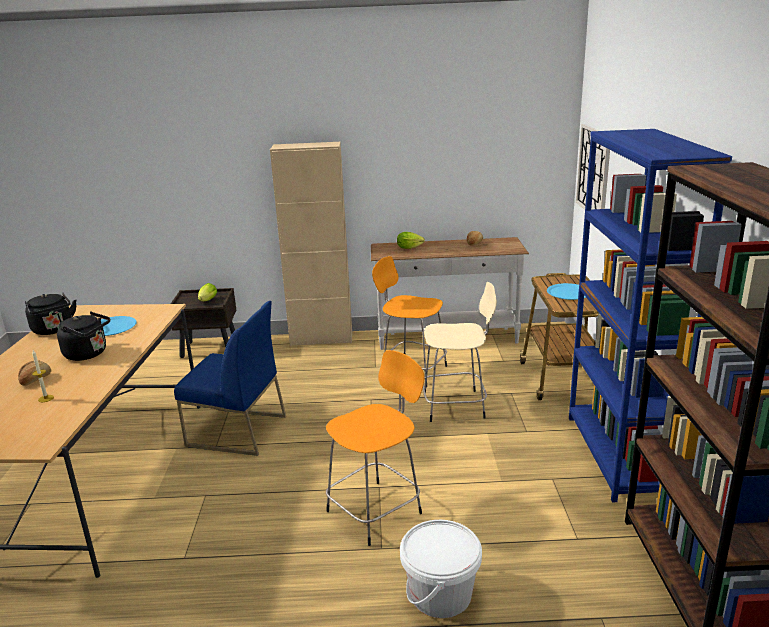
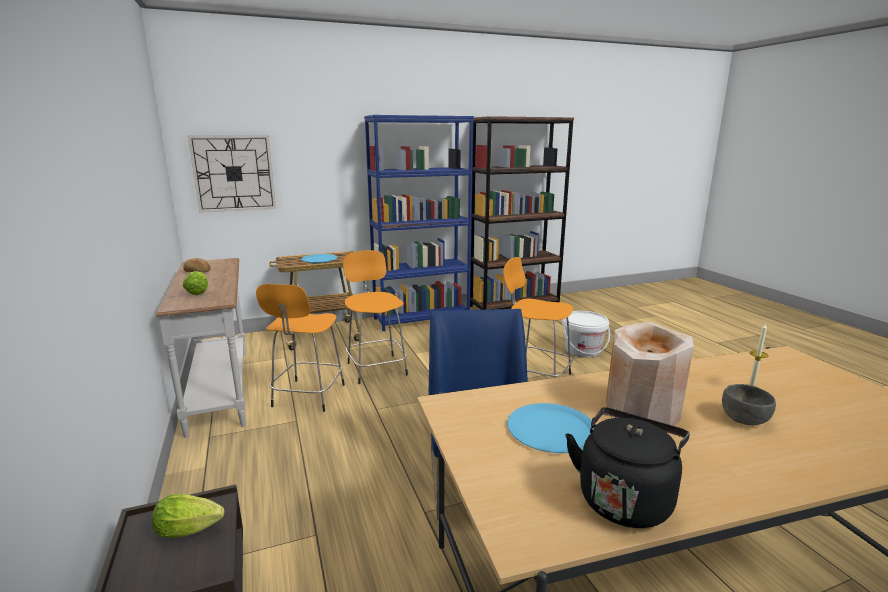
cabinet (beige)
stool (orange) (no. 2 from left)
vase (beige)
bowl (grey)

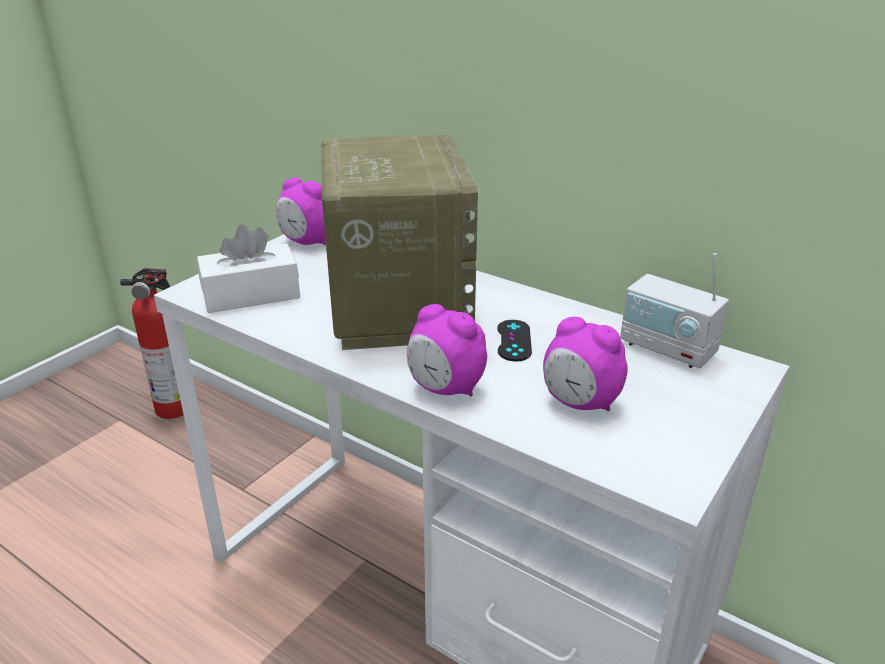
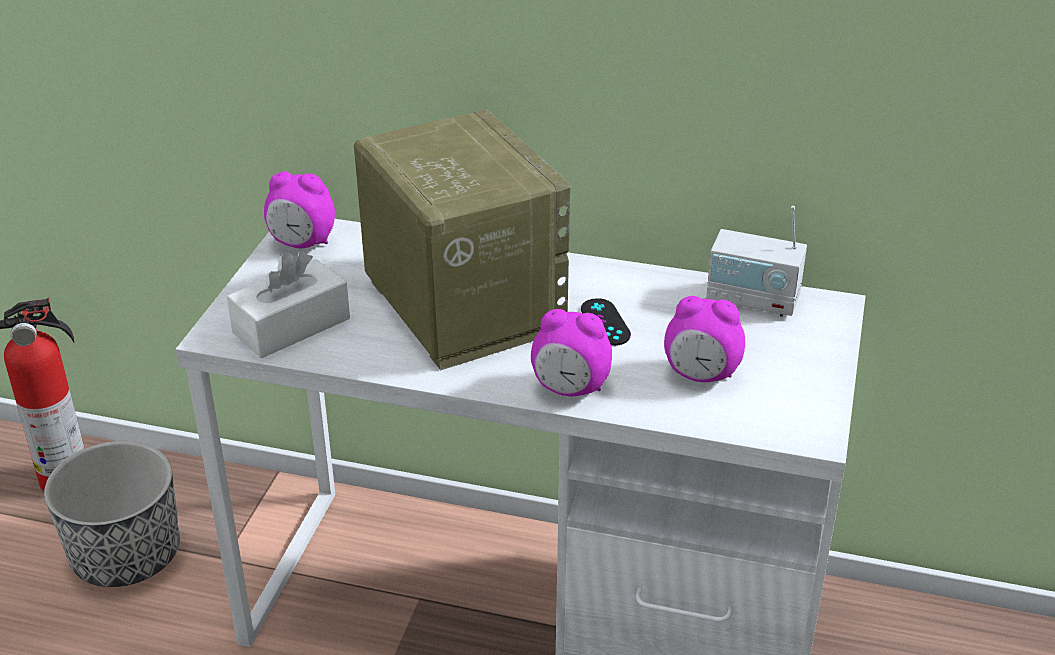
planter

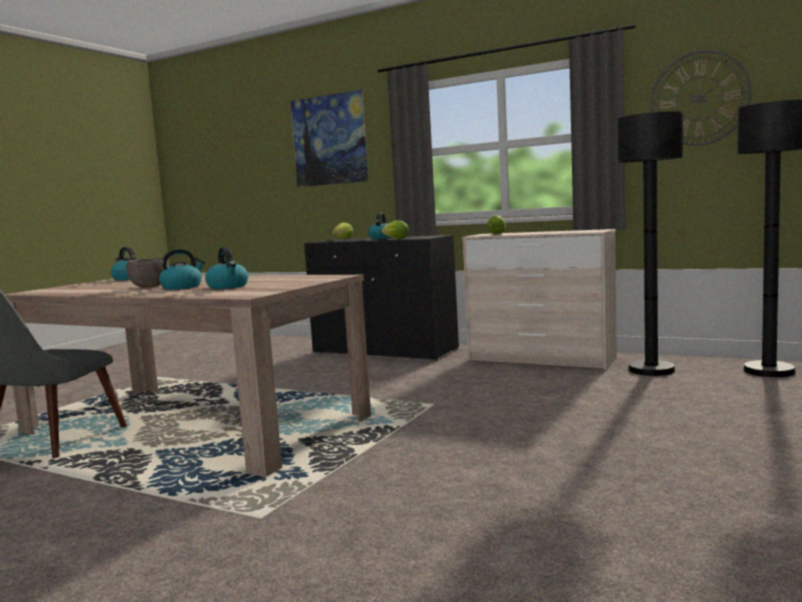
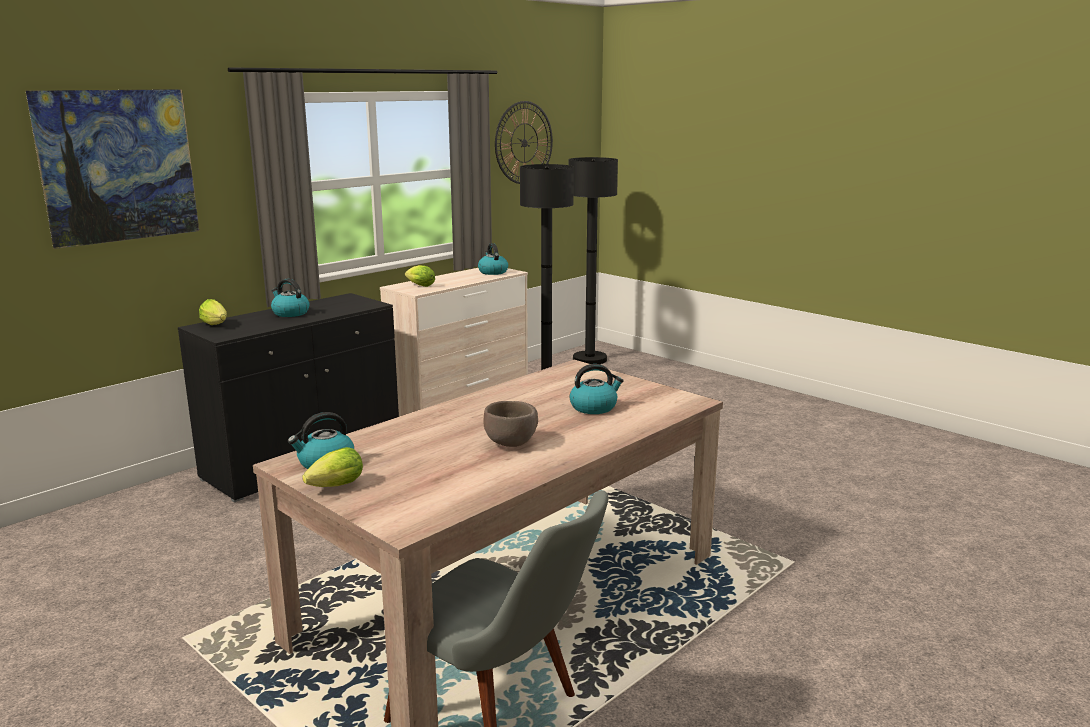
lettuce (no. 2 from left)
kettle (no. 3 from left)

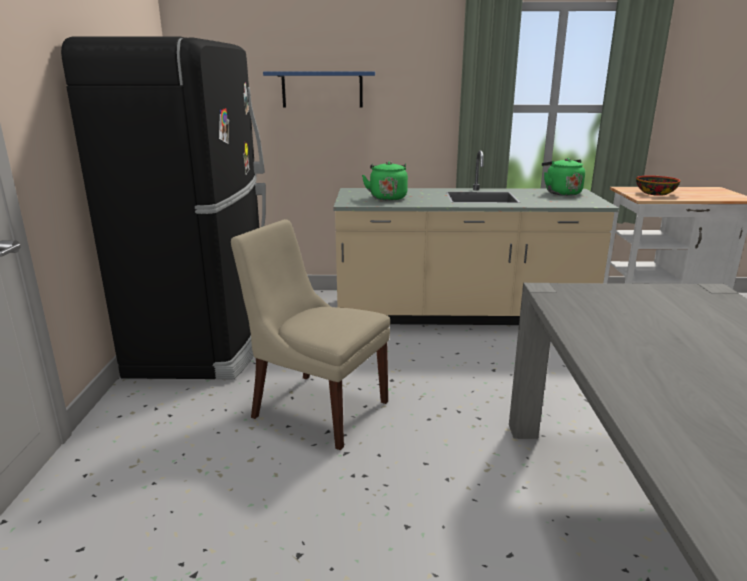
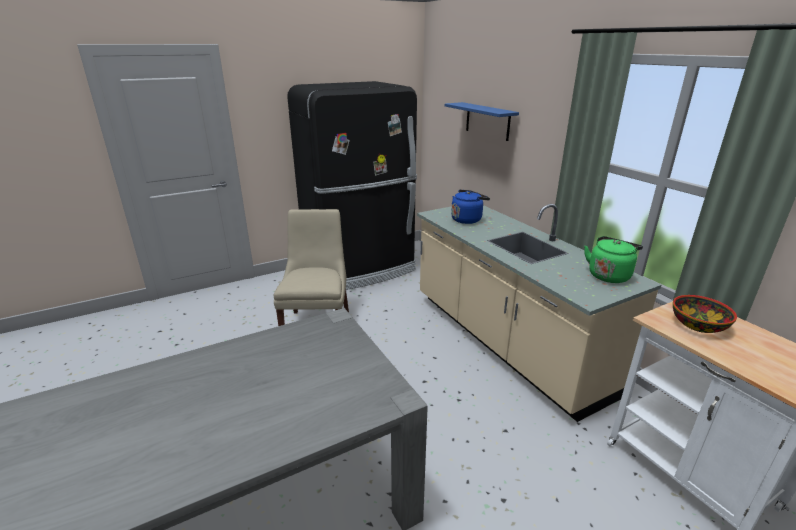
kettle (blue)

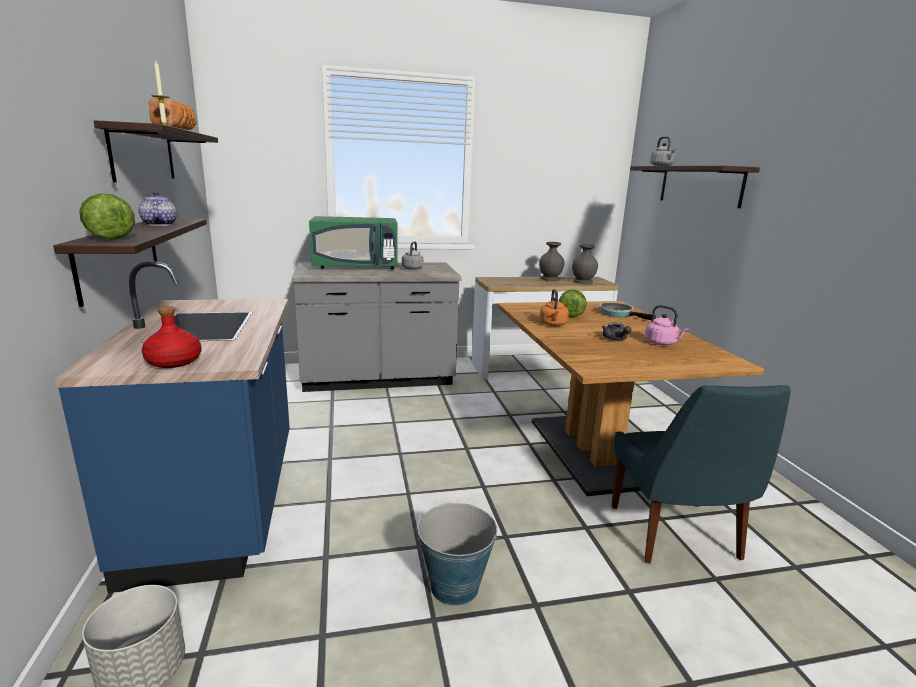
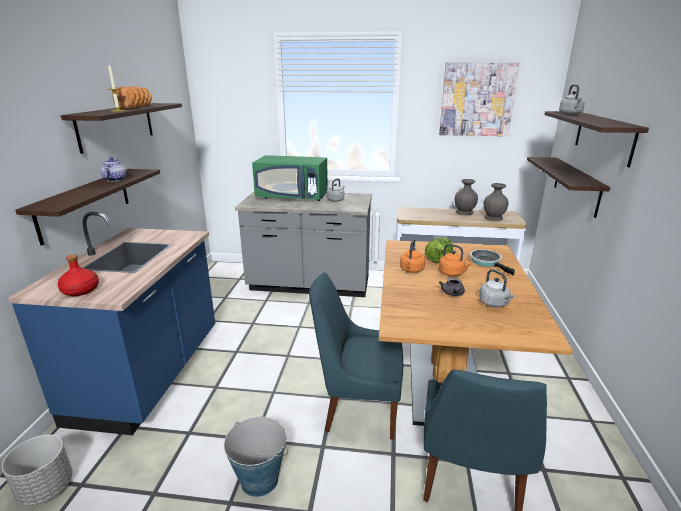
lettuce (no. 1 from left in the first image)
kettle (grey) (no. 2 from left)
picture
shelf (no. 3 from left)
kettle (orange) (no. 2 from left)
chair (blue) (no. 1 from left)

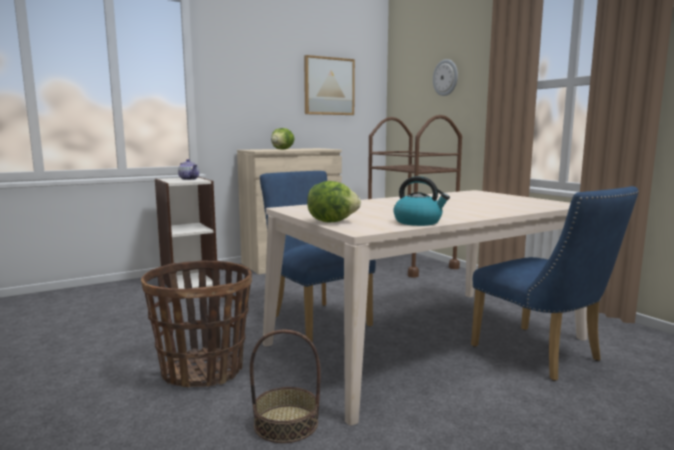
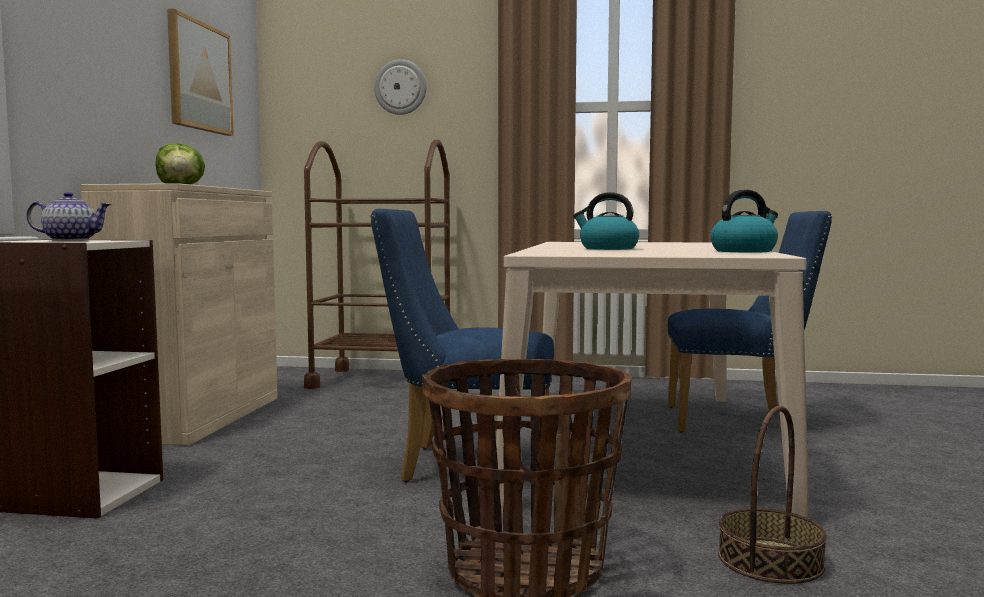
lettuce (no. 2 from left in the first image)
kettle (no. 1 from left)

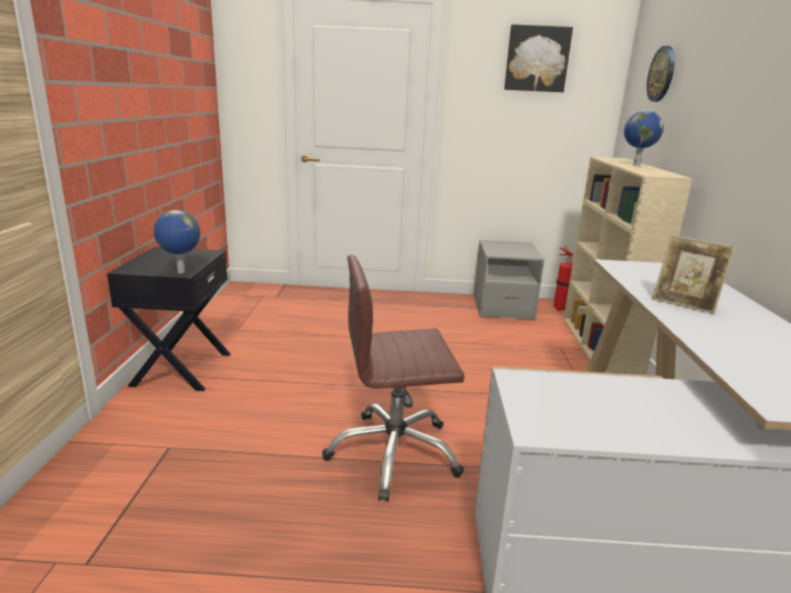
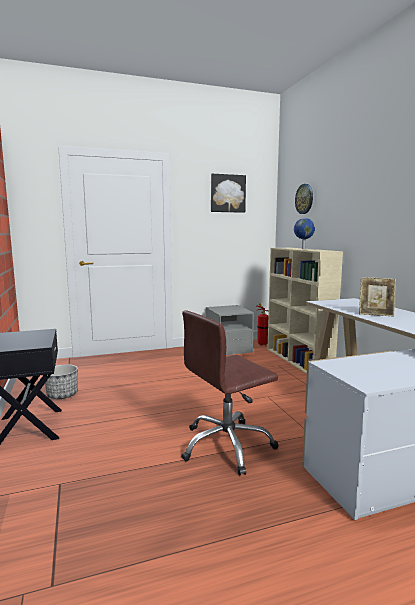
globe (no. 1 from left in the first image)
planter

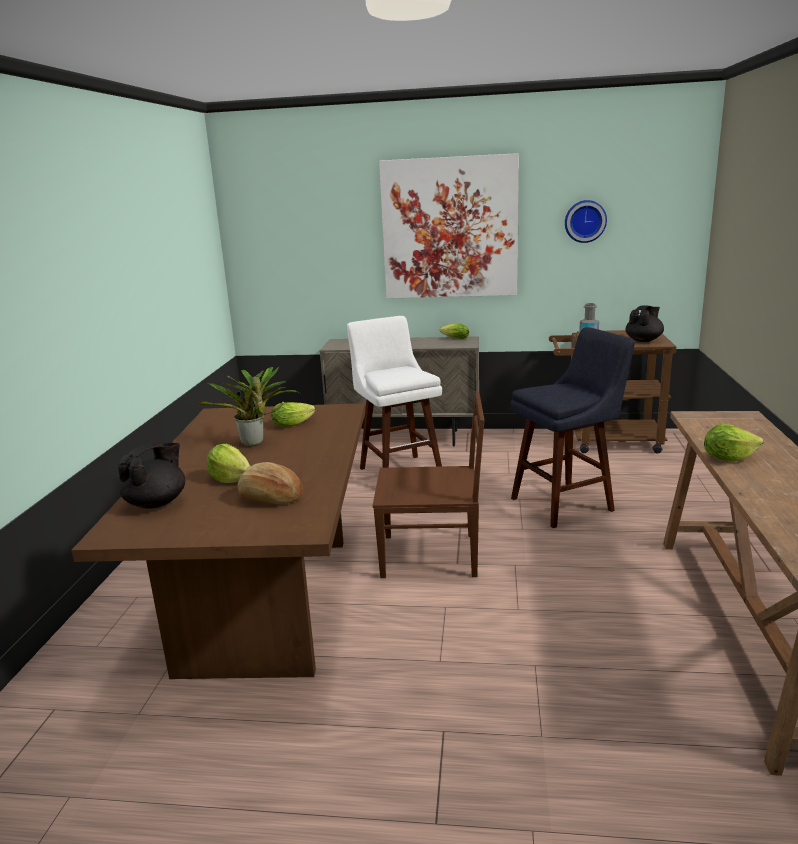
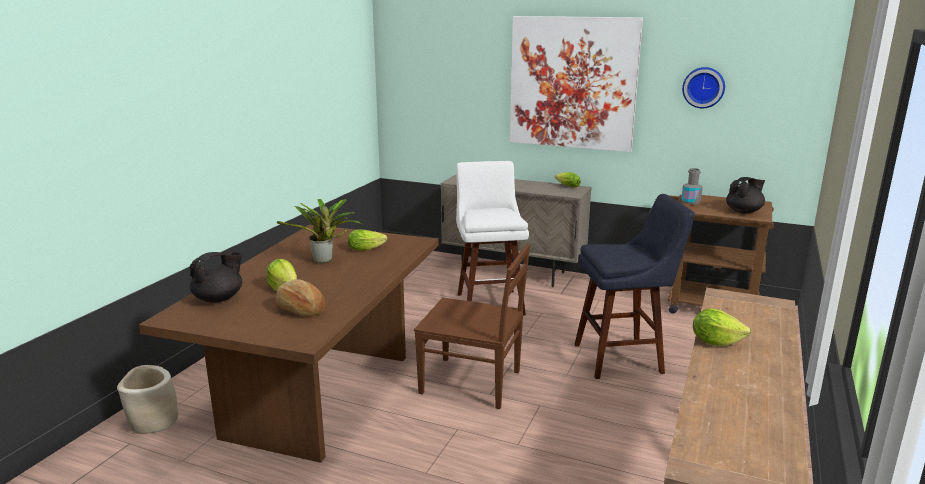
planter (beige)

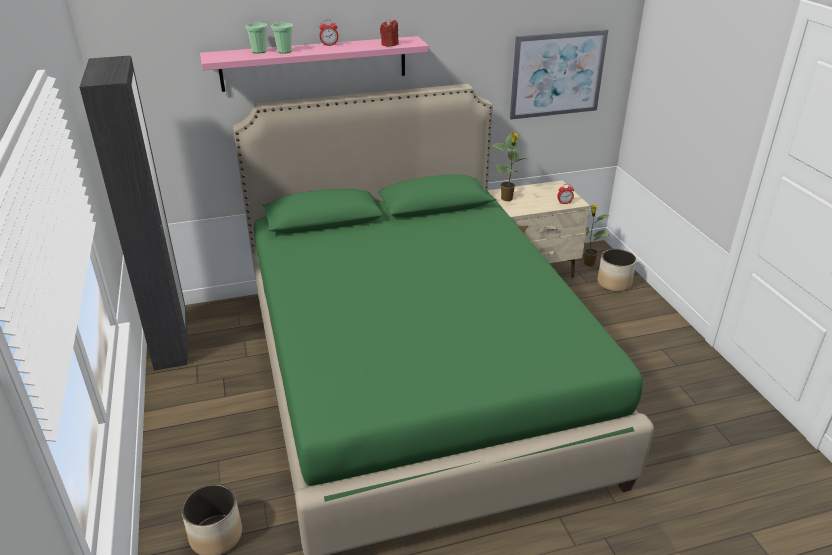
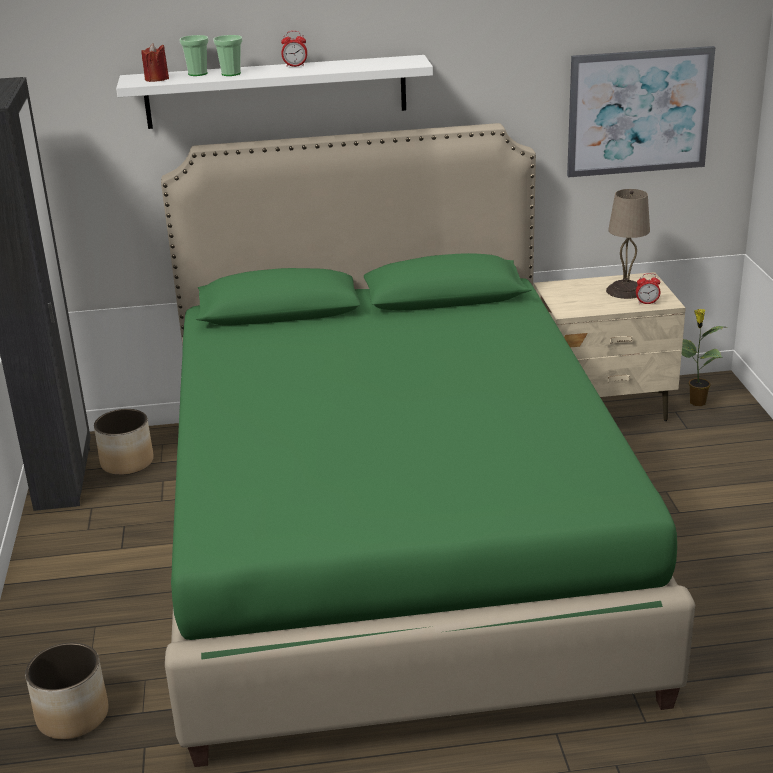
candle (red)
shelf (white)
potted plant (no. 1 from left in the first image)
planter (no. 2 from left)
table lamp (beige)

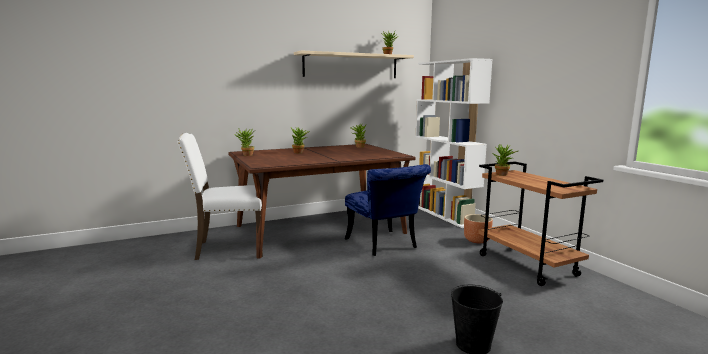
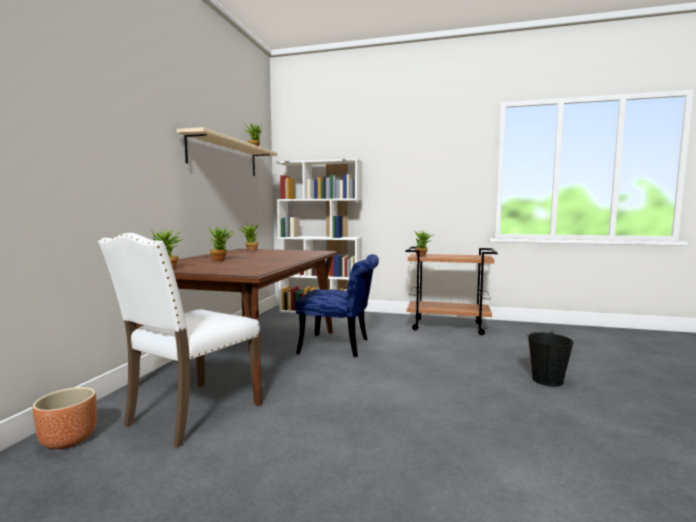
planter (brown)

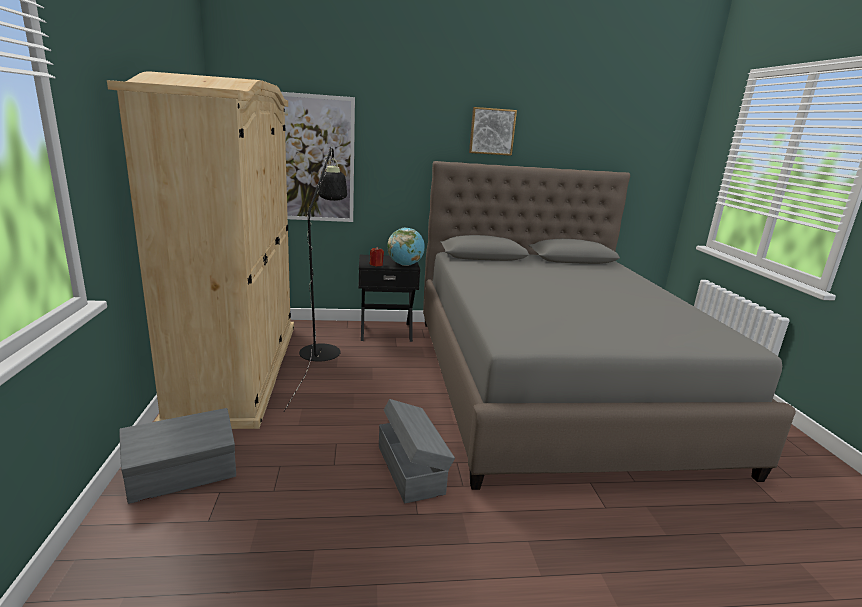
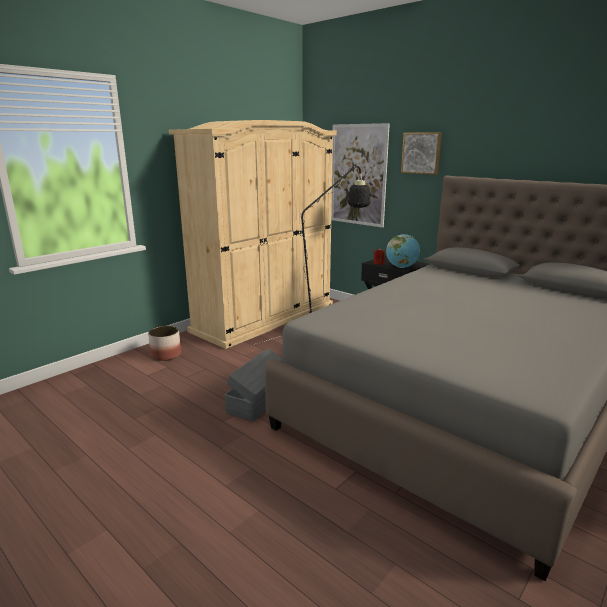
picture (no. 2 from left)
planter

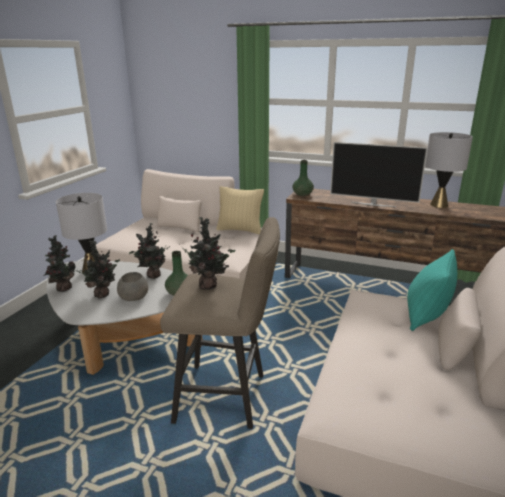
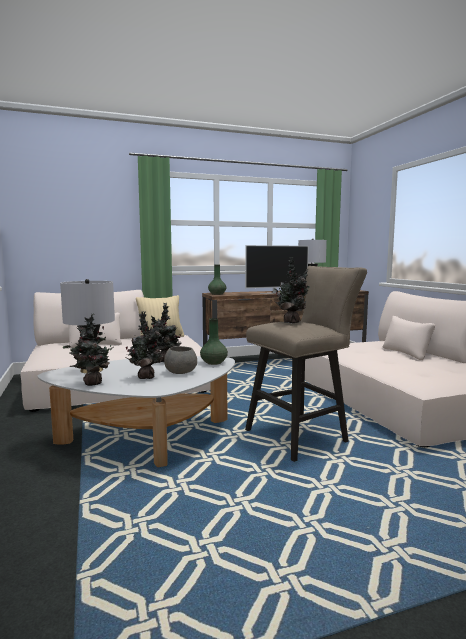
pillow (turquoise)

